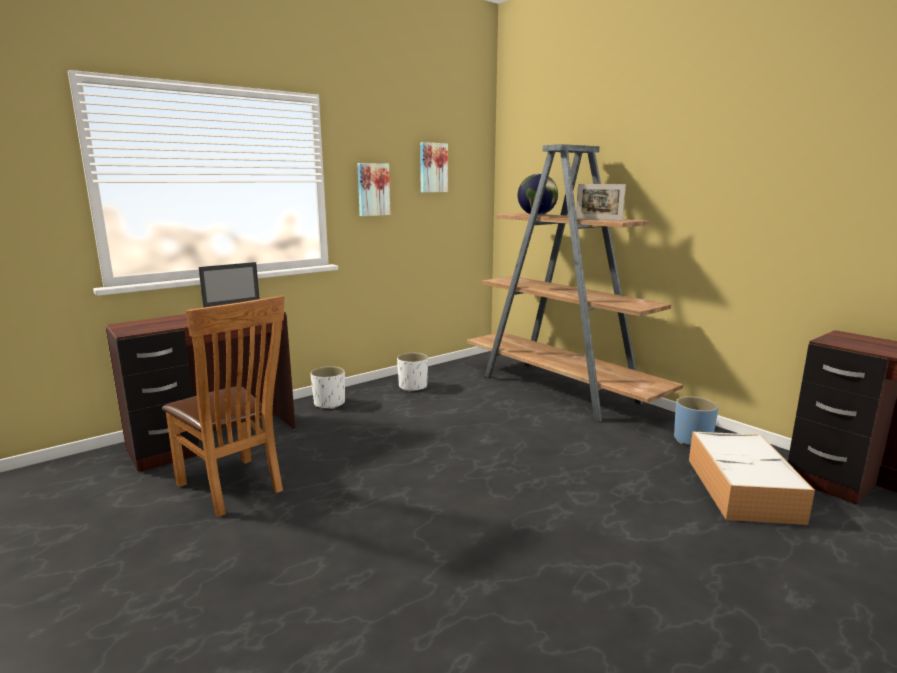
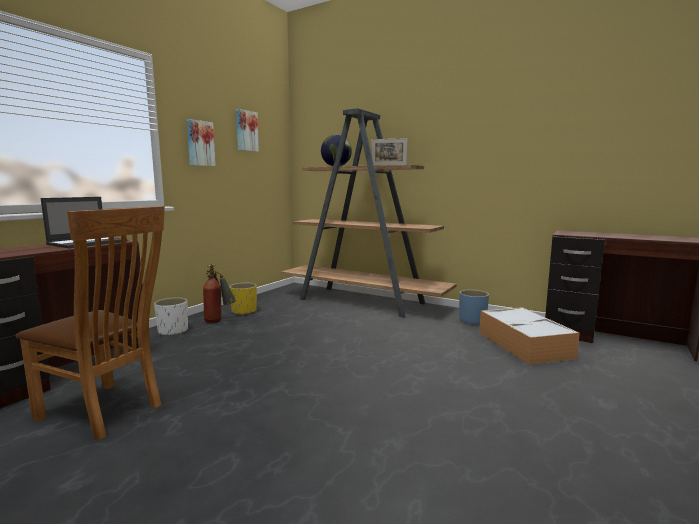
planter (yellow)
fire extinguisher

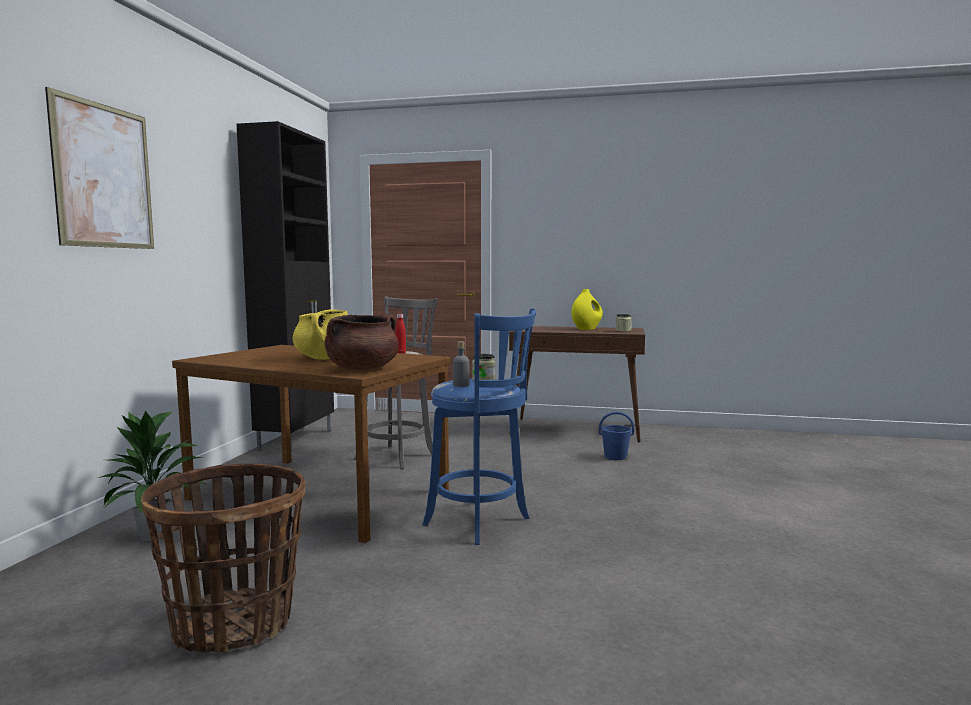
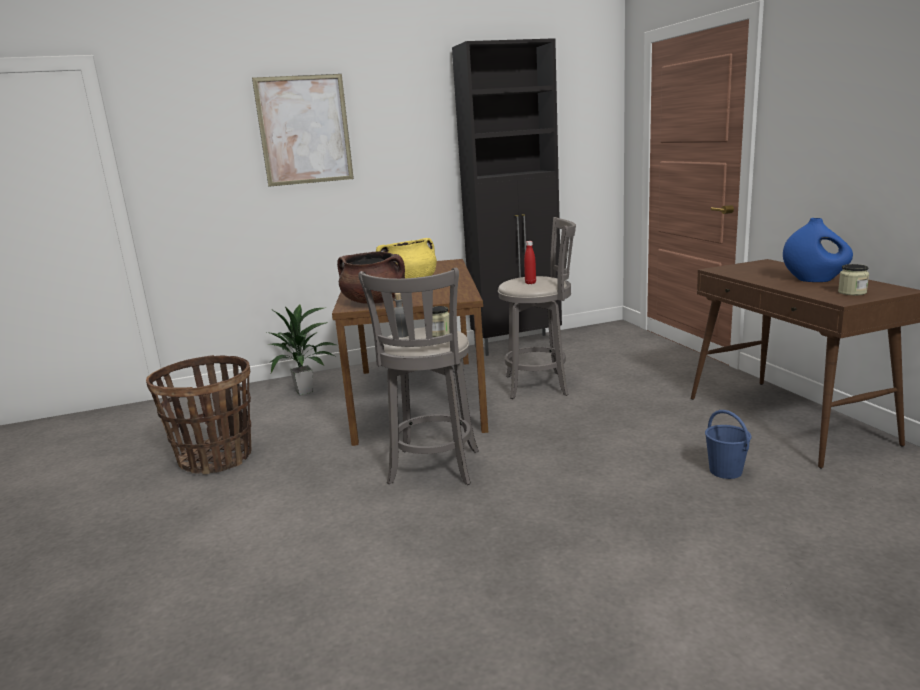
vase (blue)
stool (grey) (no. 1 from left)

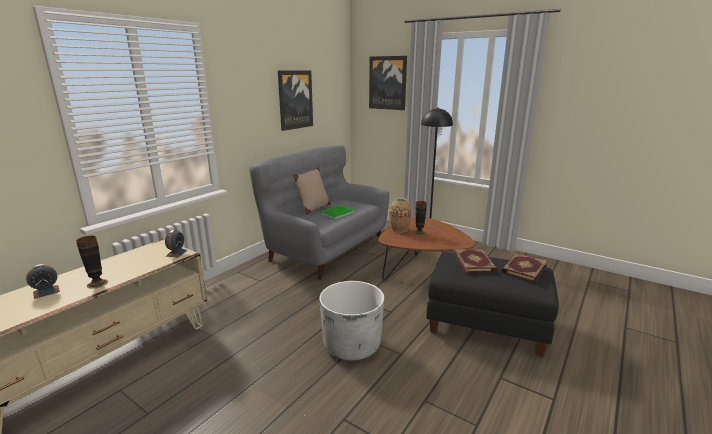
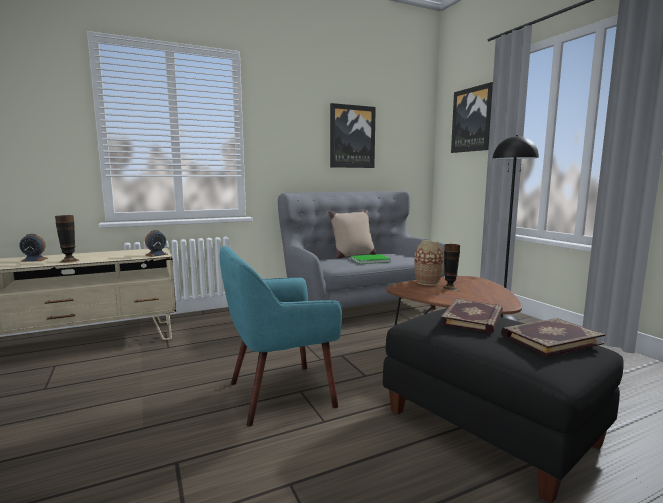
armchair (turquoise)

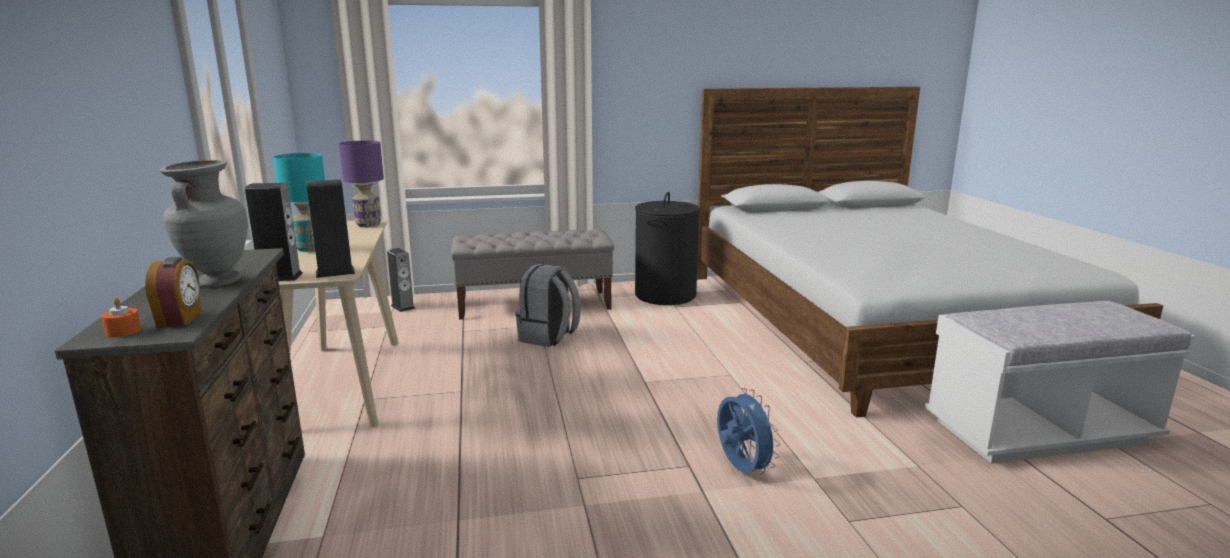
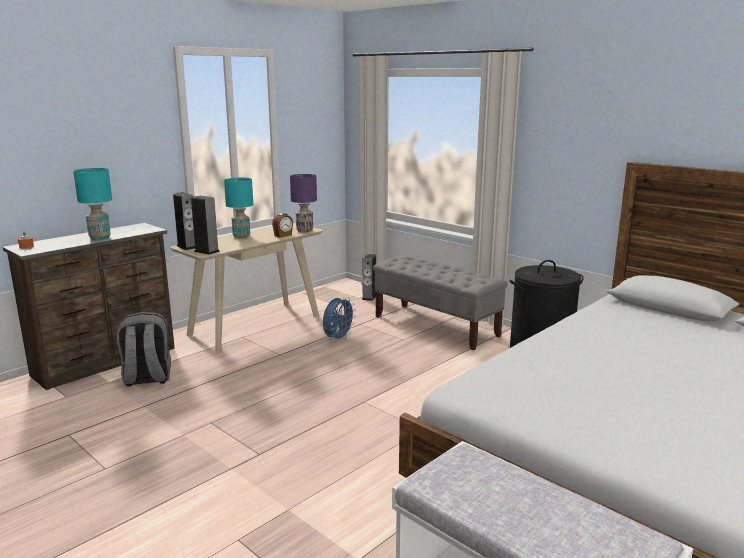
table lamp (turquoise) (no. 1 from left)
alarm clock
backpack (grey)
fan (blue)

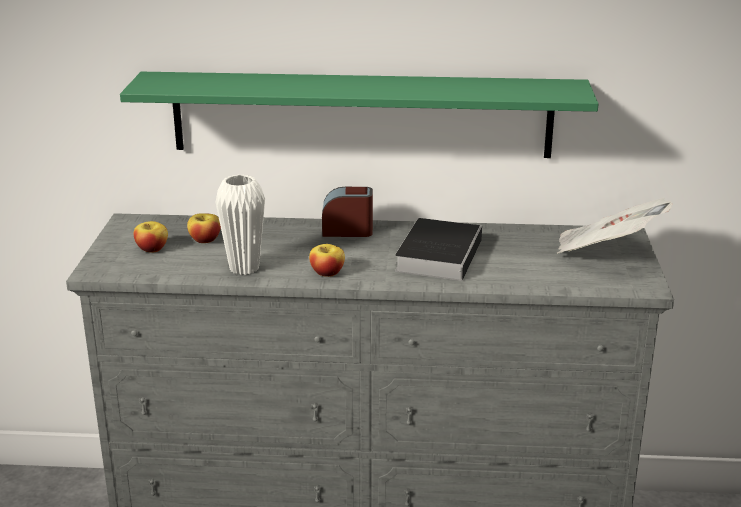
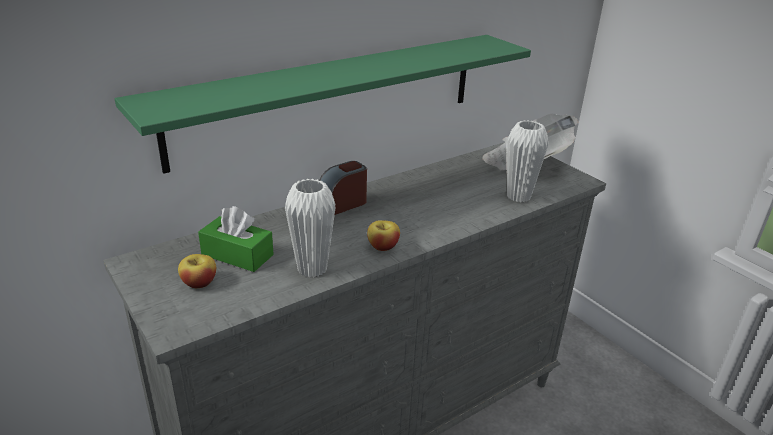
tissue box (green)
book
vase (white) (no. 2 from left)

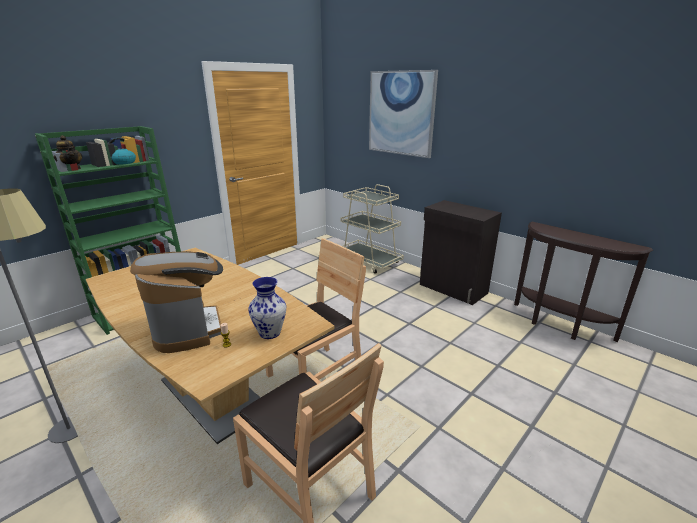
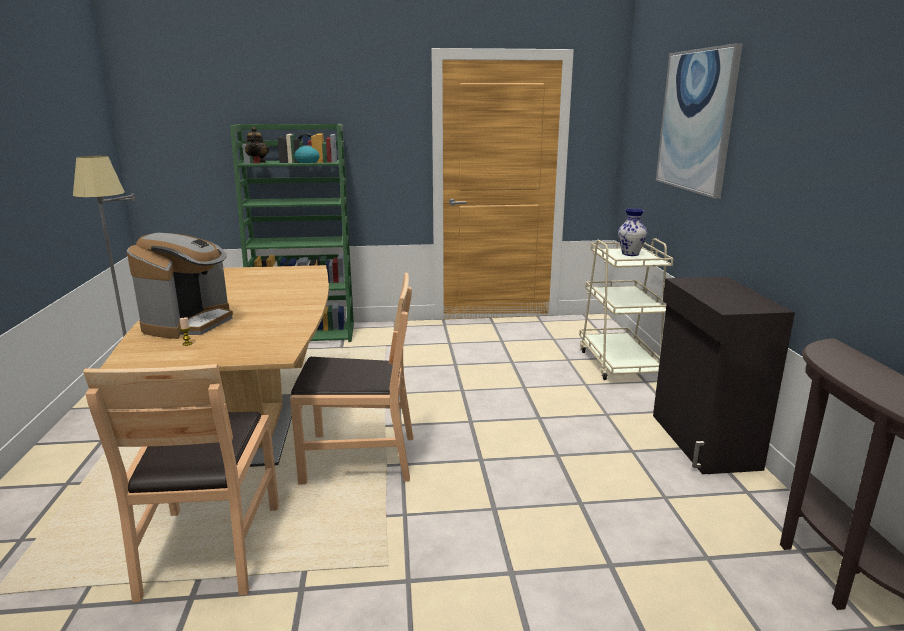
vase

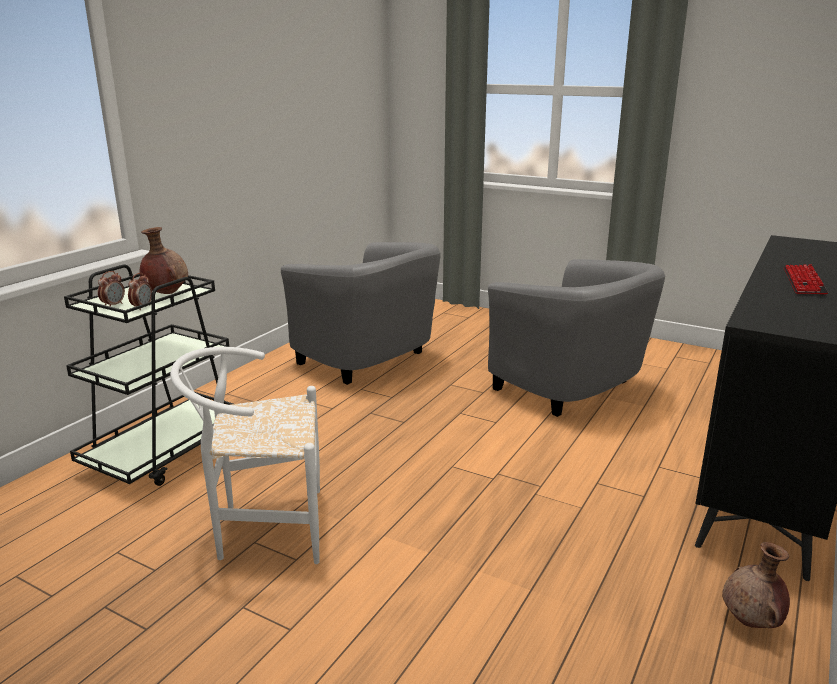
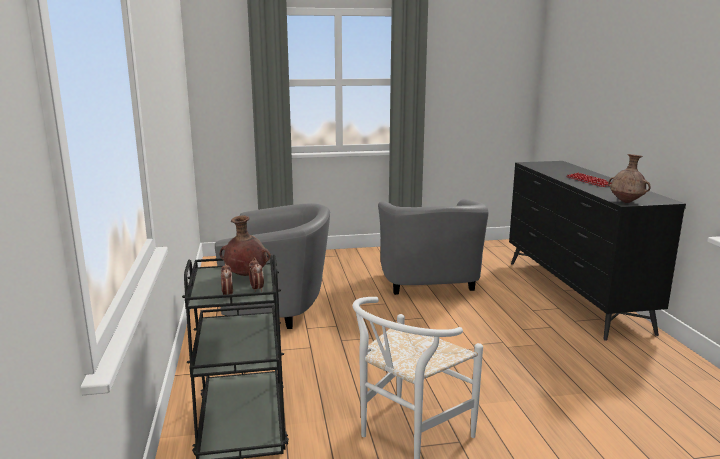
armchair (grey) (no. 2 from left)
vase (brown) (no. 2 from left)

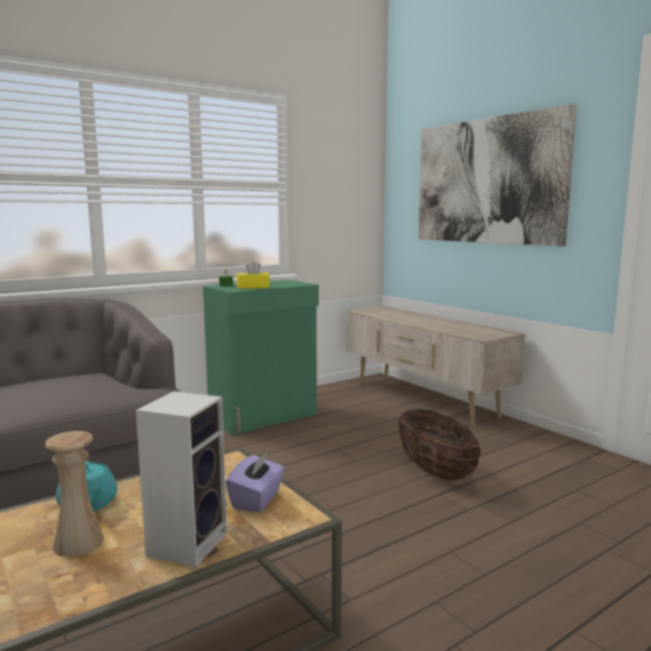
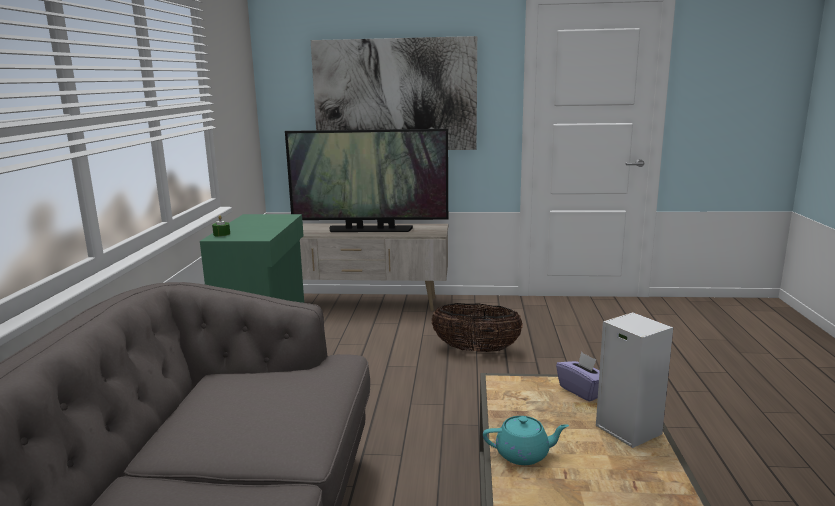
tissue box (yellow)
vase (beige)
television

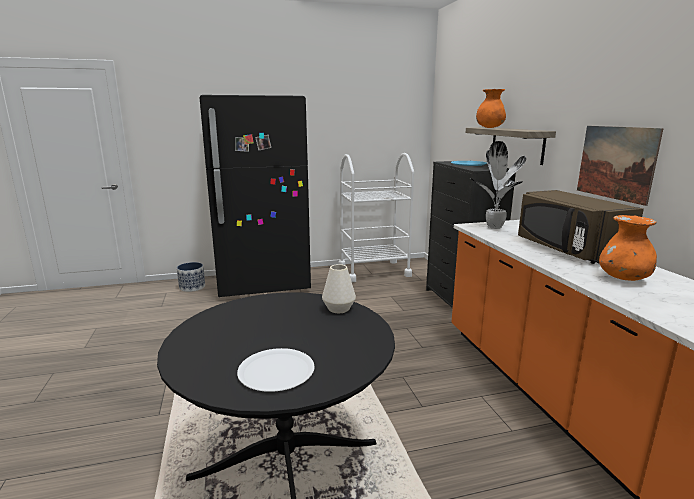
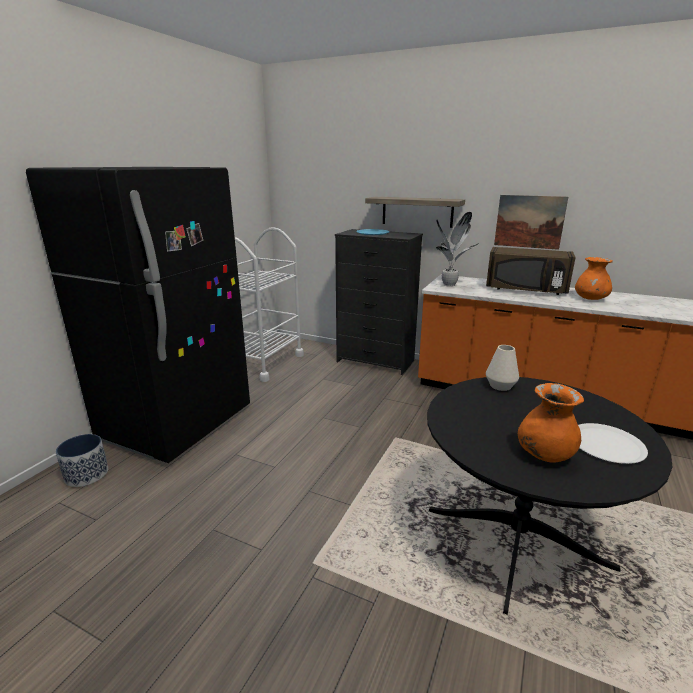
vase (orange) (no. 1 from left)

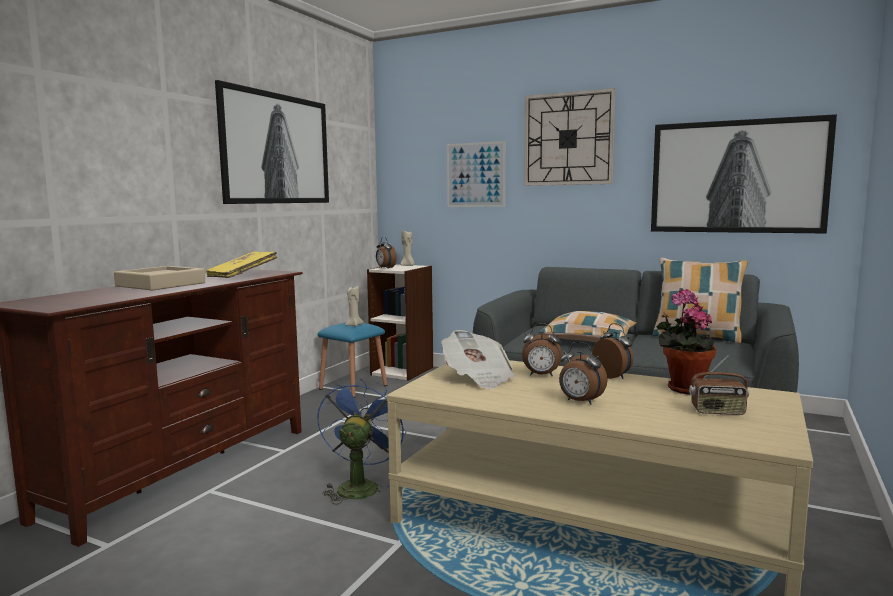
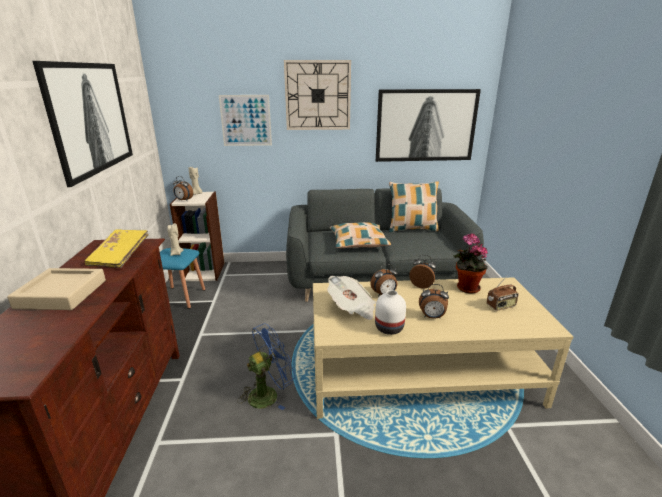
fan (blue)
vase (white)

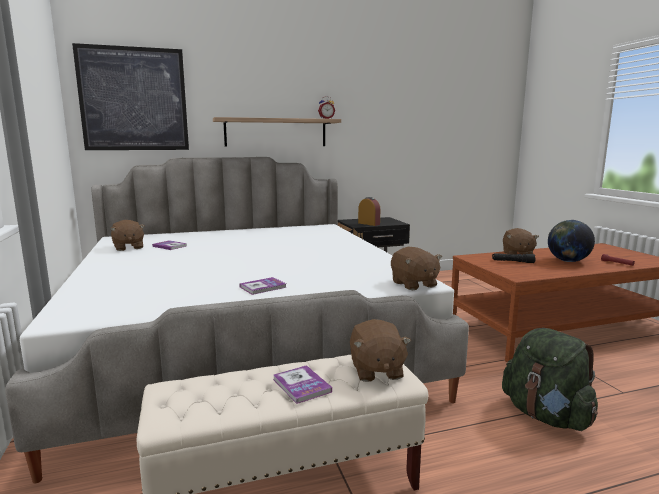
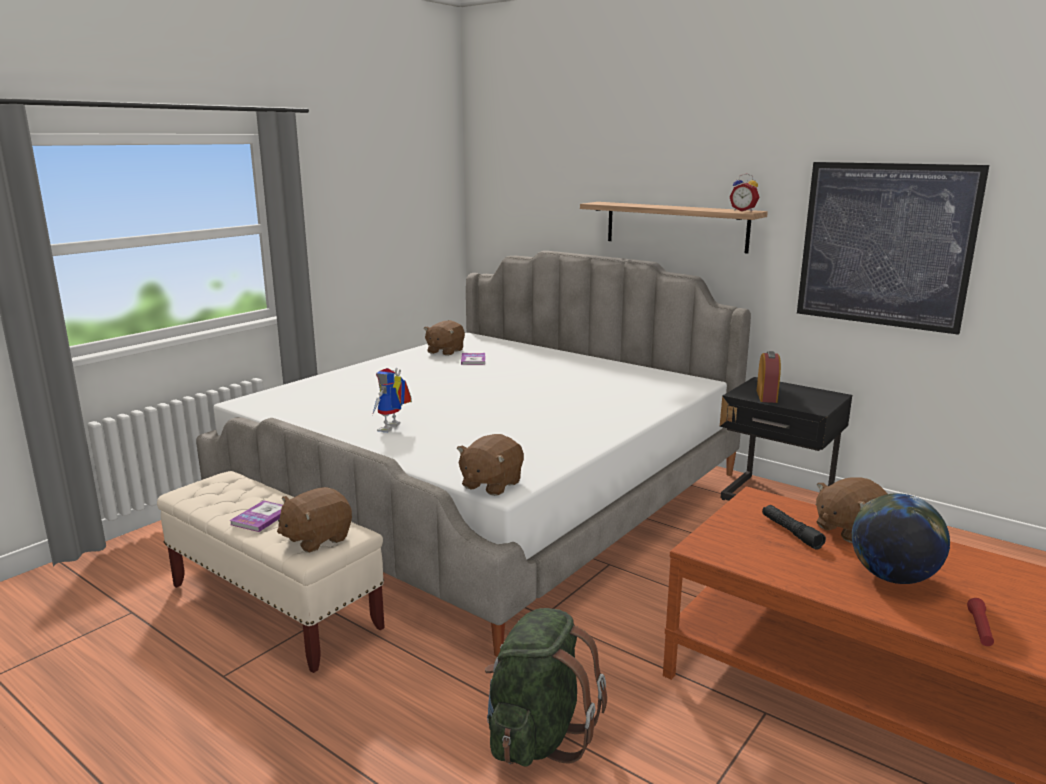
picture
toy robot

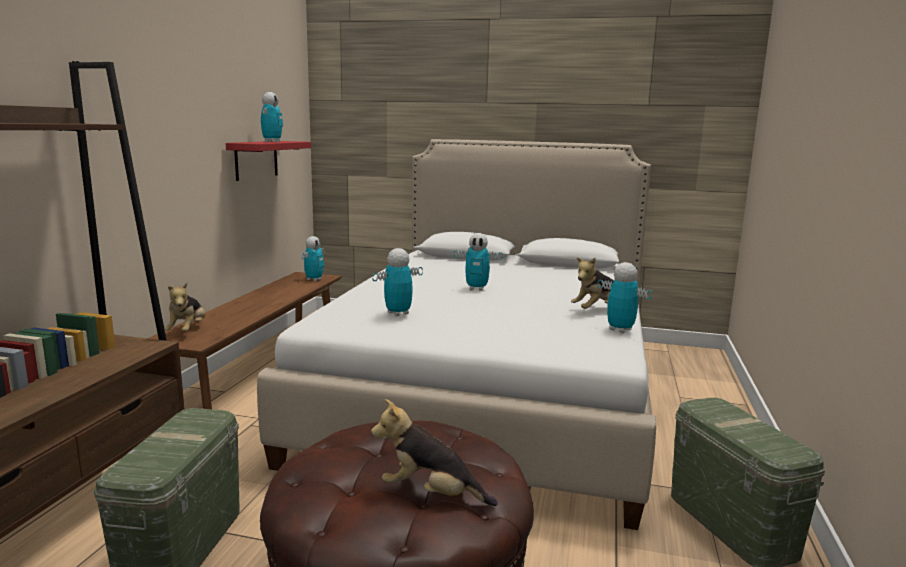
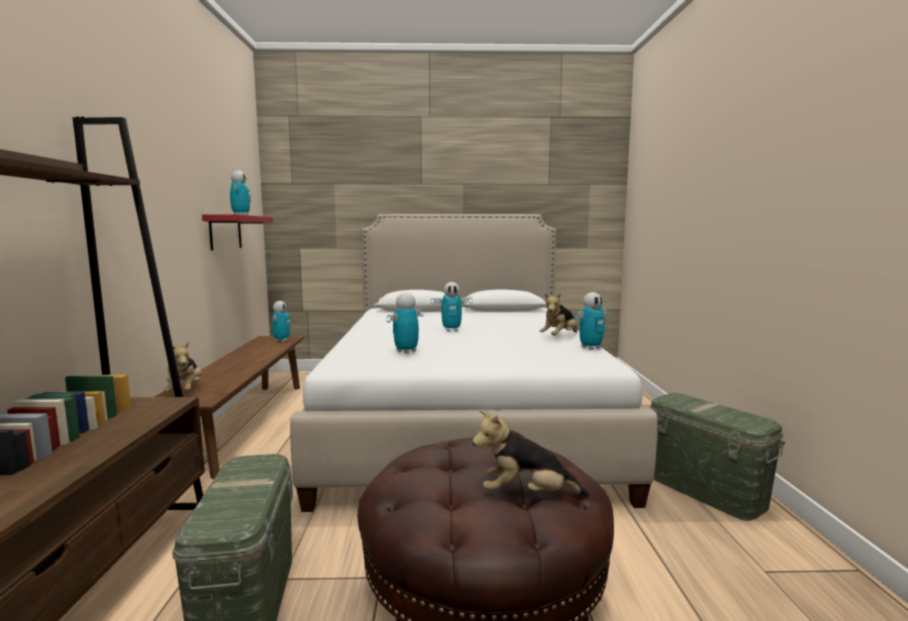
toy robot (no. 5 from left)

